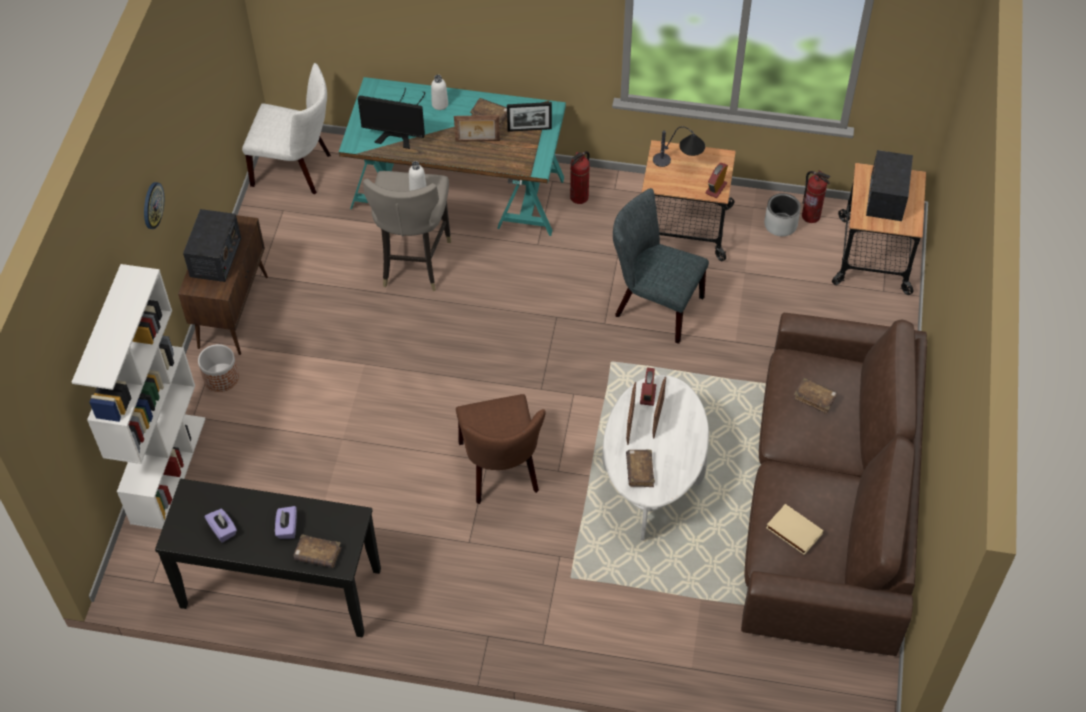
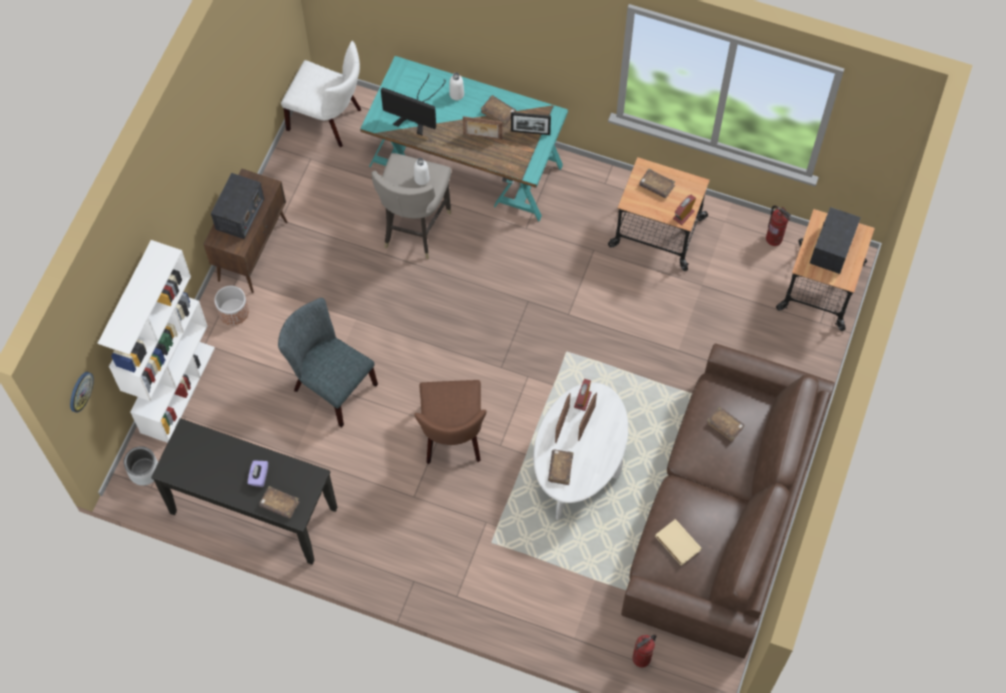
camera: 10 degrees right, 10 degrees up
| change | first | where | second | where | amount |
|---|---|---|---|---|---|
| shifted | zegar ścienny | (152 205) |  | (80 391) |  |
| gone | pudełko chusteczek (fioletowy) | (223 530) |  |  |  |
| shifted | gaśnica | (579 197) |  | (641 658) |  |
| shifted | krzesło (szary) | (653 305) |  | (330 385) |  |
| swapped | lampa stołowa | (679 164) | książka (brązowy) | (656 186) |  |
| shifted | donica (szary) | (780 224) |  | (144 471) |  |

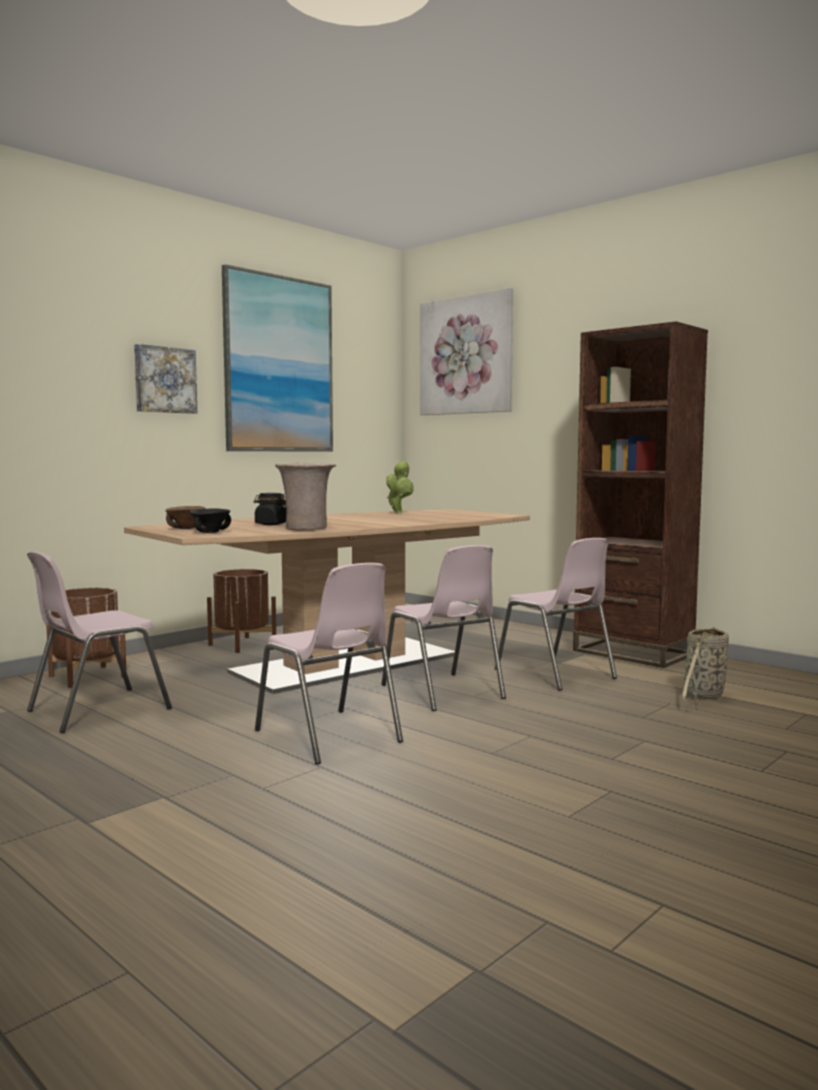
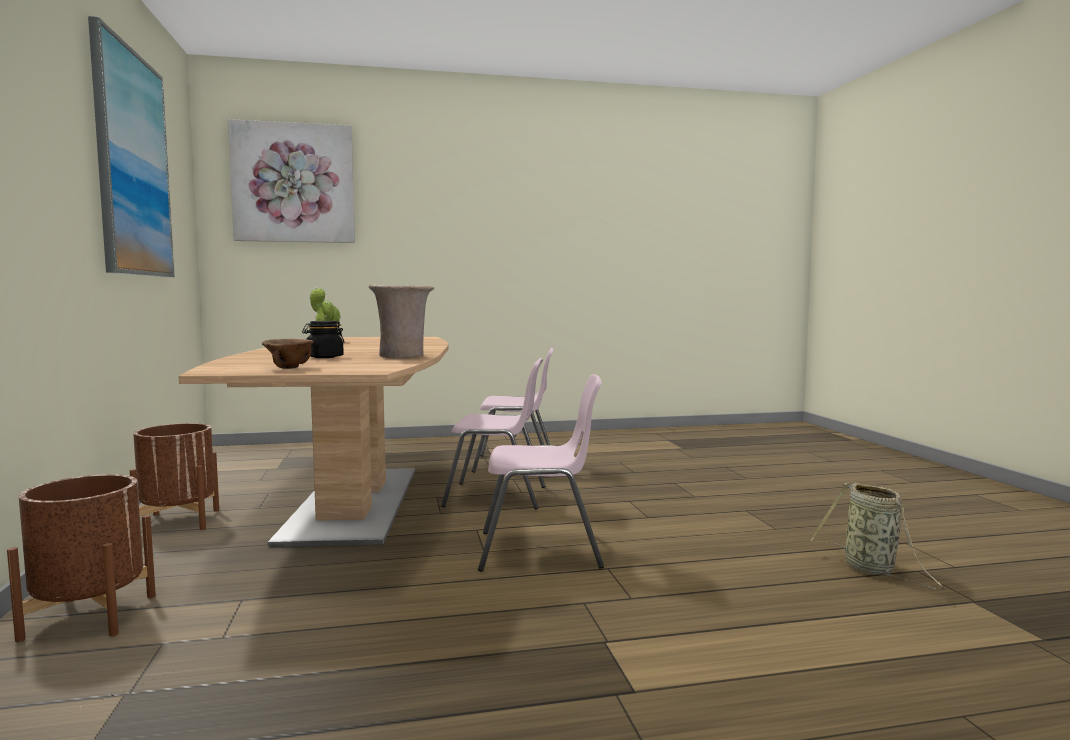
camera: 55 degrees left, 0 degrees up
| change | first | where | second | where | amount |
|---|---|---|---|---|---|
| gone | krzesło (różowy) | (96 710) |  |  |  |
| gone | obraz | (164 380) |  |  |  |
| gone | miska (czarny) | (211 532) |  |  |  |
| gone | regał (brązowy) | (633 653) |  |  |  |
| shifted | koszyk | (703 696) |  | (872 570) |  |

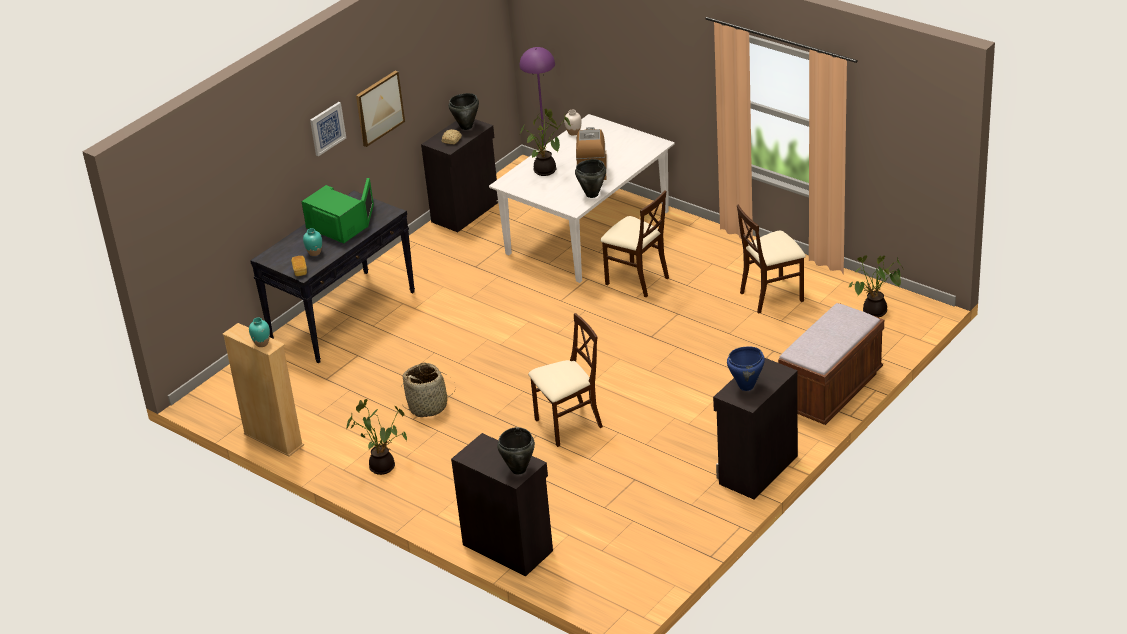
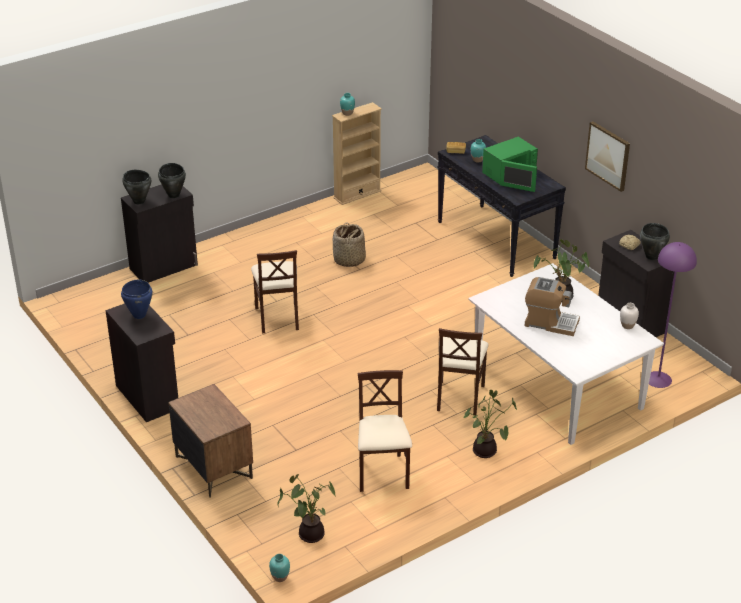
camera: 105 degrees right, 0 degrees up
| change | first | where | second | where | amount |
|---|---|---|---|---|---|
| gone | obraz | (327 128) |  |  |  |
| shifted | roślina doniczkowa | (383 466) |  | (486 452) |  |
| shifted | garnek (czarny) | (591 194) |  | (174 195) |  |
| rotated | krzesło (beżowy) | (637 280) |  | (459 397) | 45 degrees counterclockwise |
| swapped | ławka (brązowy) | (831 391) | szafka nocna (brązowy) | (213 467) |  |
| new |  |  | wazon (turkusowy) | (280 577) |  |

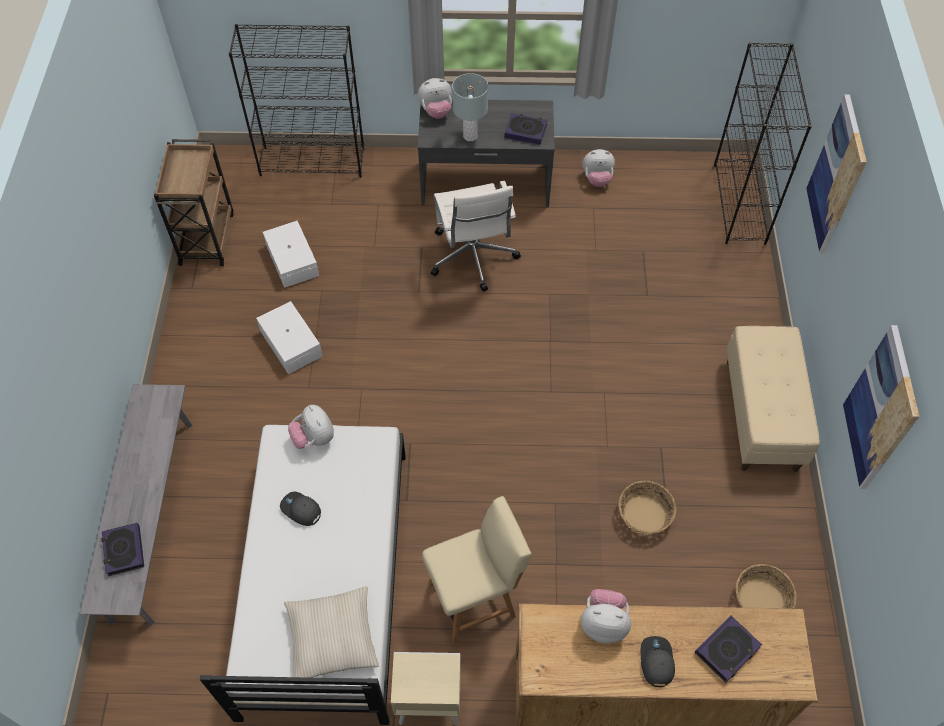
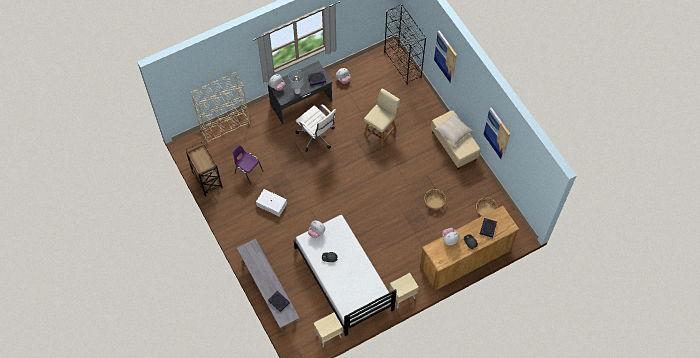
camera: 30 degrees left, 5 degrees up
| change | first | where | second | where | amount |
|---|---|---|---|---|---|
| repainted | regał (czarny) | (313 162) | regał (beżowy) | (225 126) |  |
| swapped | pojemnik do przechowywania (biały) | (293 259) | krzesło (fioletowy) | (248 171) |  |
| shifted | poduszka (beżowy) | (332 638) |  | (453 131) |  |
| shifted | krzesło (beżowy) | (475 598) |  | (380 131) |  |
| new |  |  | szafka nocna (beżowy) | (328 336) |  |

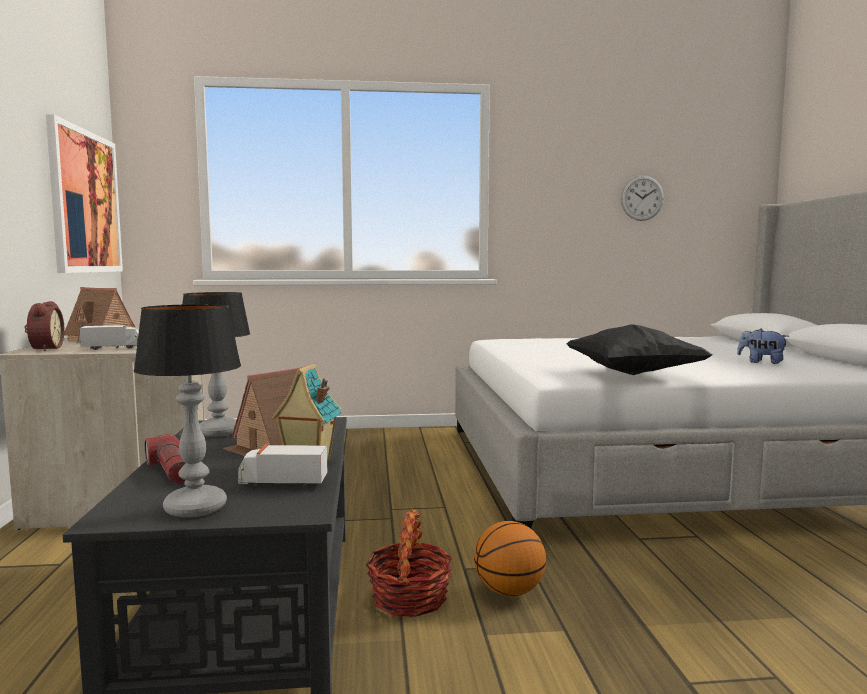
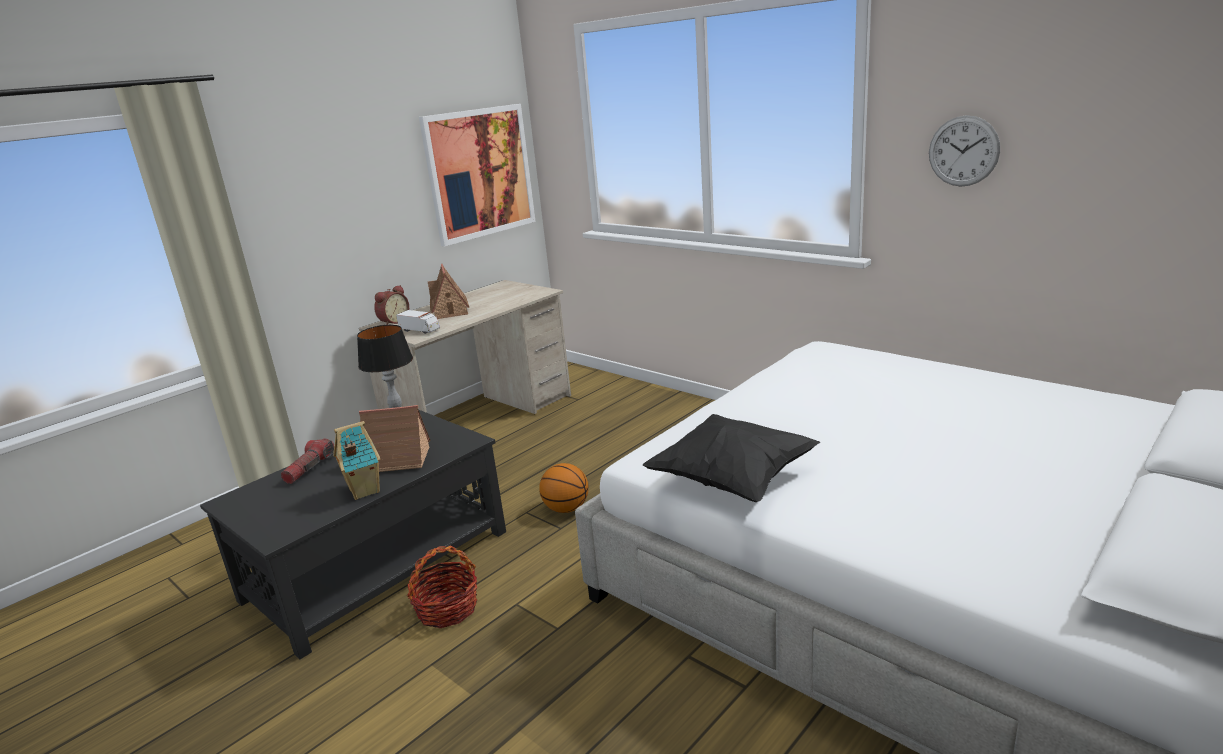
camera: 50 degrees right, 15 degrees up
| change | first | where | second | where | amount |
|---|---|---|---|---|---|
| gone | lampa stołowa | (194 508) |  |  |  |
| gone | ciężarówka zabawkowa | (282 483) |  |  |  |
| shifted | piłka do koszykówki | (508 591) |  | (566 508) |  |
| shifted | zegar ścienny | (642 198) |  | (963 151) |  |
| gone | pluszak | (761 362) |  |  |  |

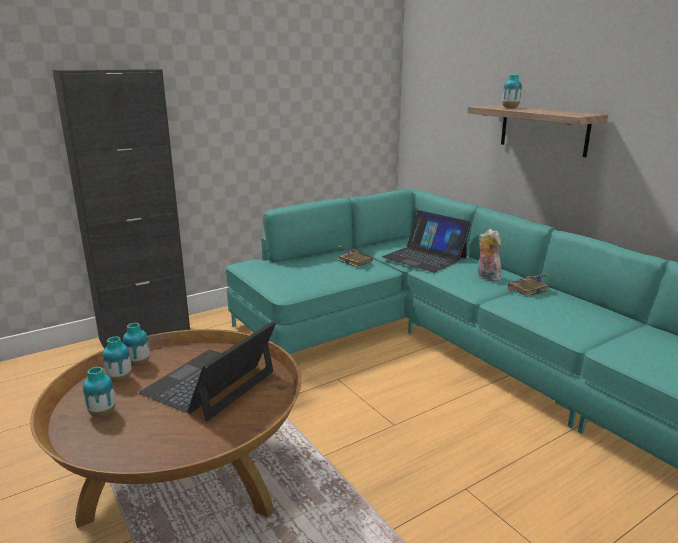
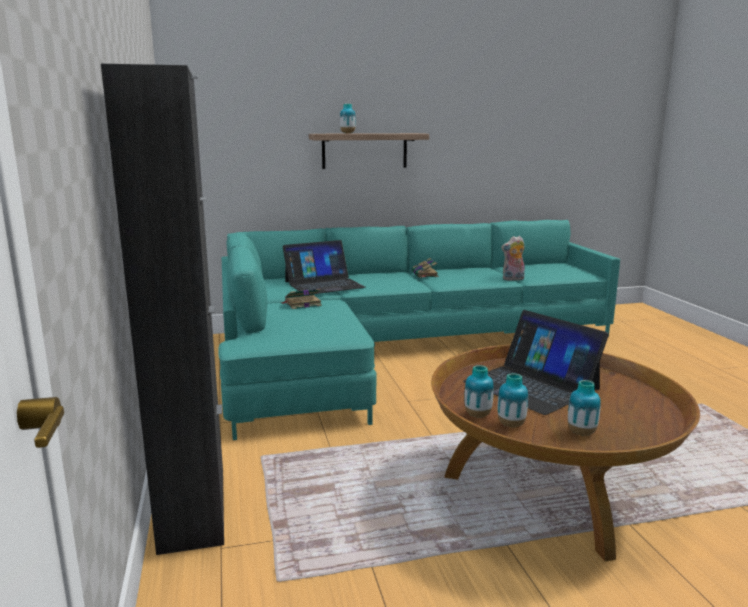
camera: 70 degrees left, 5 degrees down
| change | first | where | second | where | amount |
|---|---|---|---|---|---|
| shifted | pluszak | (486 277) |  | (513 279) |  |

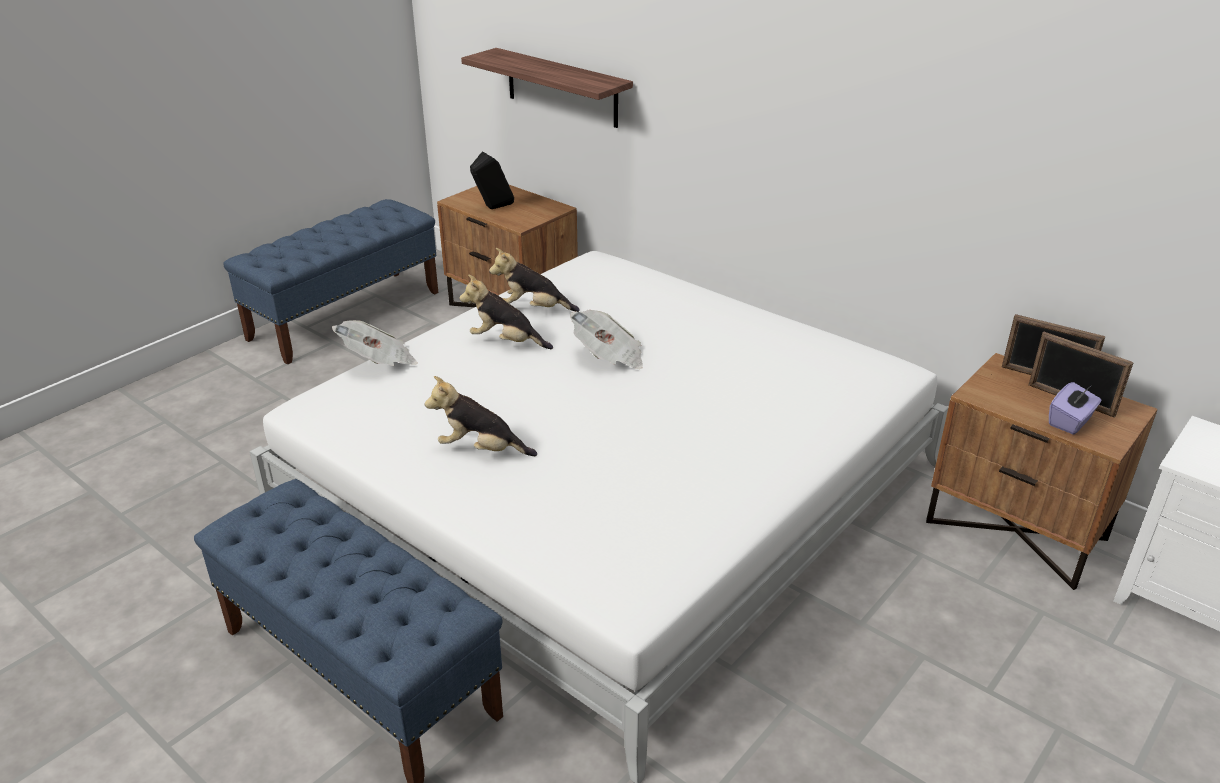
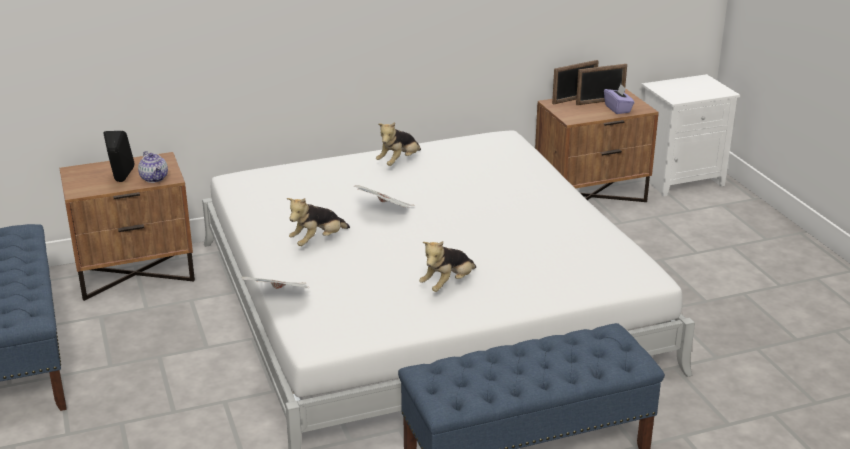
camera: 60 degrees left, 5 degrees down
| change | first | where | second | where | amount |
|---|---|---|---|---|---|
| gone | półka | (562 88) |  |  |  |
| shifted | pluszak | (533 309) |  | (399 162) |  |
| new |  |  | imbryk | (154 178) |  |

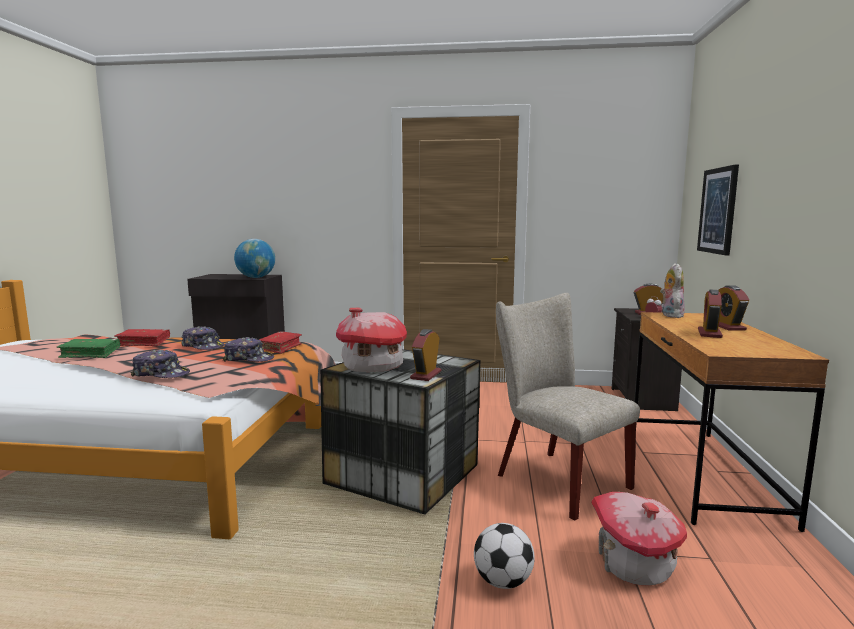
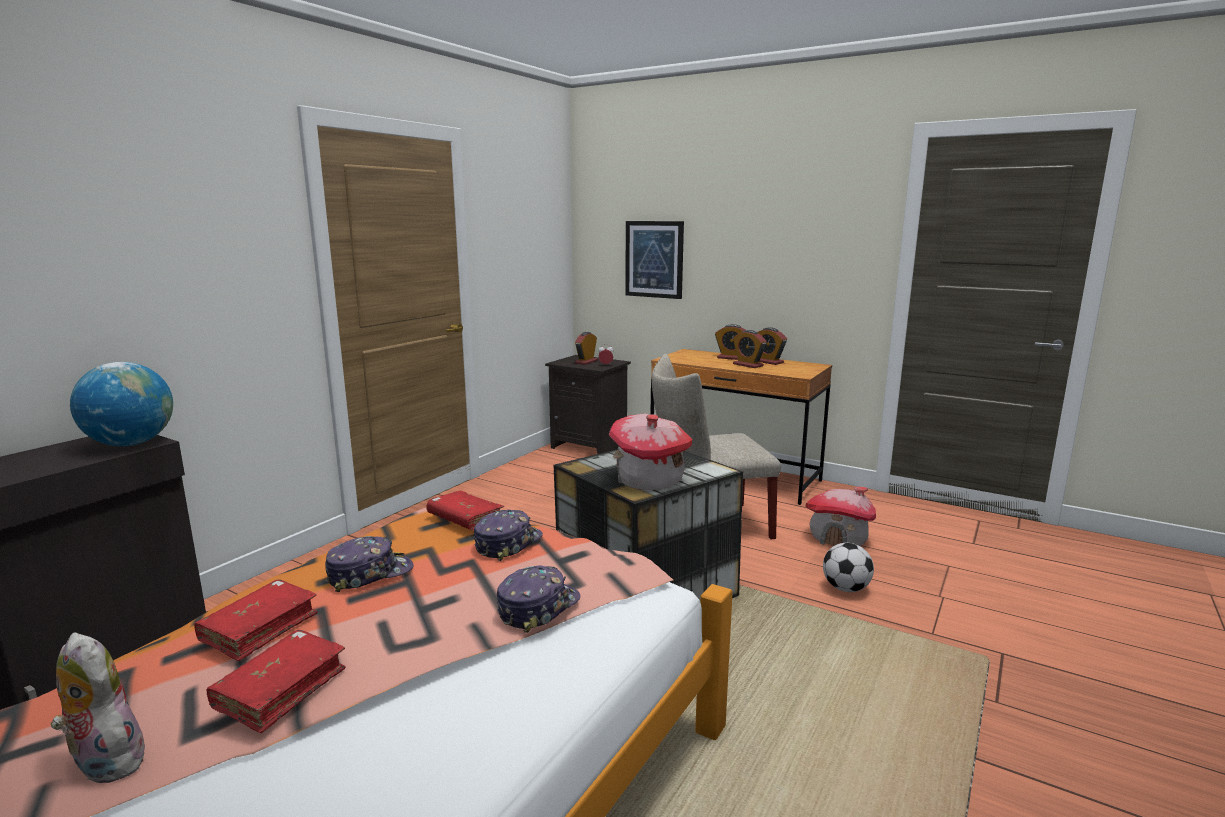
camera: 65 degrees left, 5 degrees up
| change | first | where | second | where | amount |
|---|---|---|---|---|---|
| repainted | książka (zielony) | (90 354) | książka (czerwony) | (281 690) |  |
| shifted | budzik | (426 375) |  | (768 362) |  |
| shifted | pluszak | (670 315) |  | (104 763) |  |

